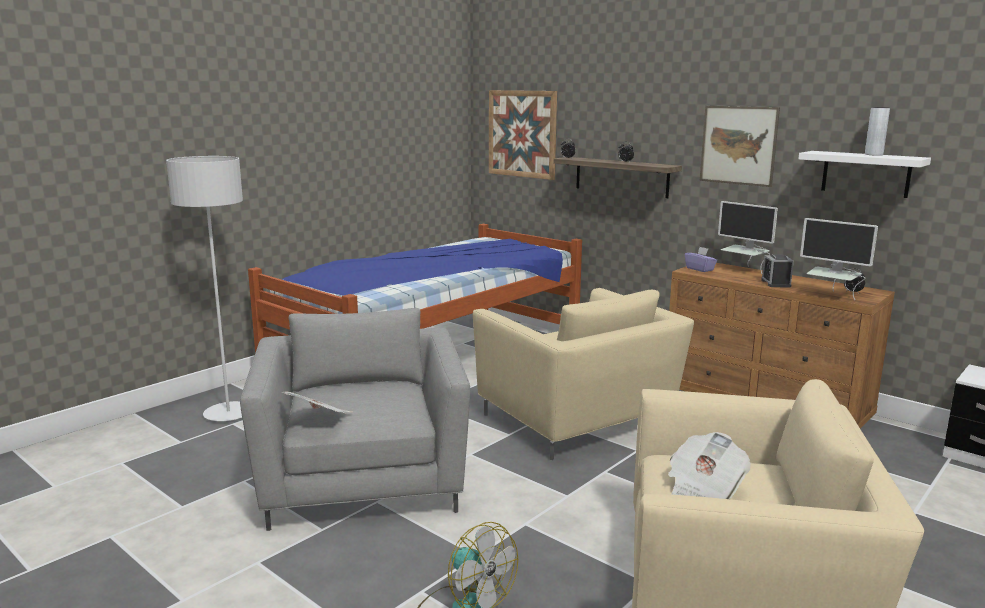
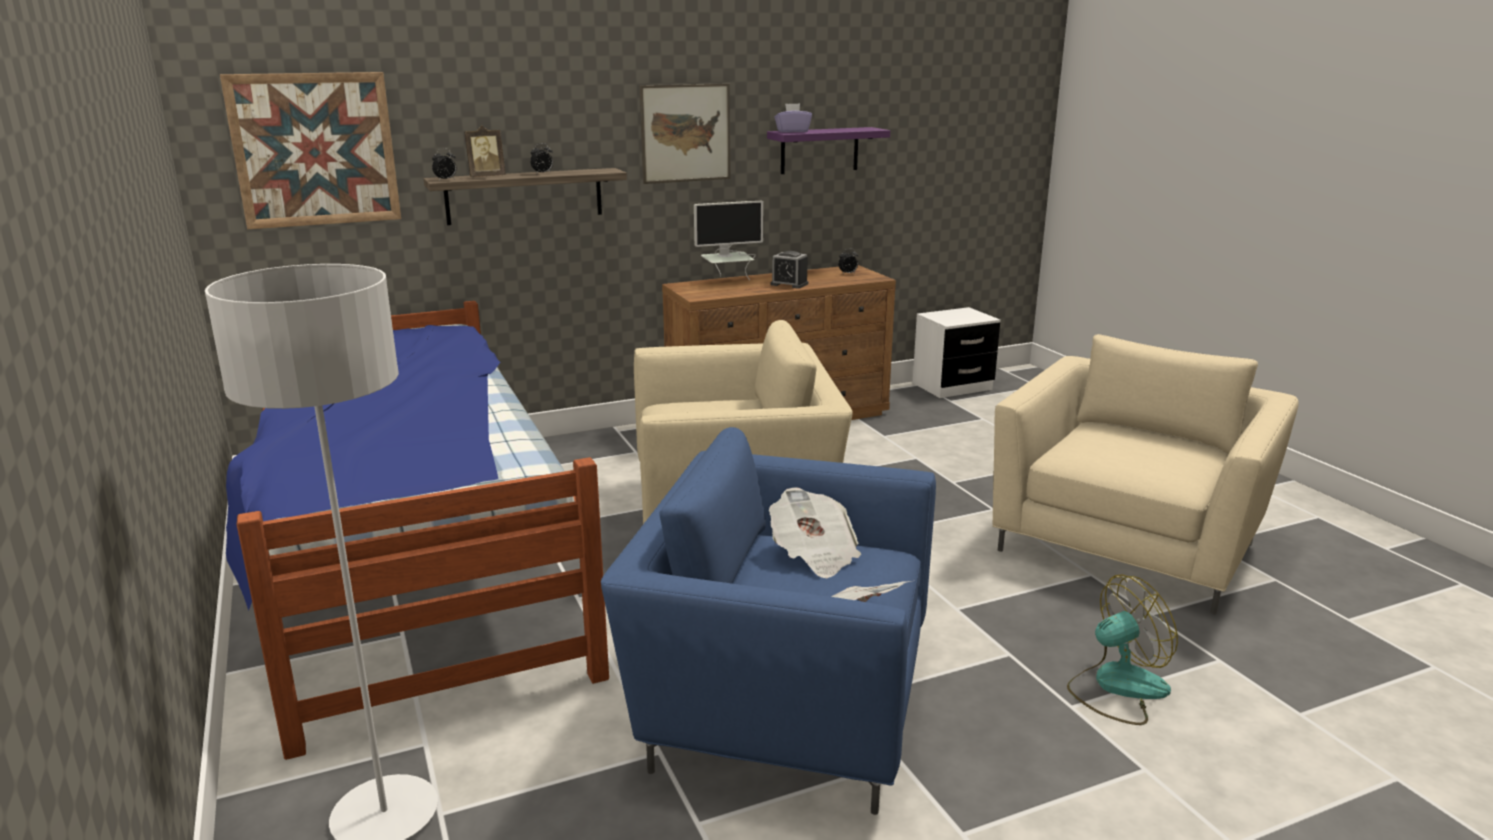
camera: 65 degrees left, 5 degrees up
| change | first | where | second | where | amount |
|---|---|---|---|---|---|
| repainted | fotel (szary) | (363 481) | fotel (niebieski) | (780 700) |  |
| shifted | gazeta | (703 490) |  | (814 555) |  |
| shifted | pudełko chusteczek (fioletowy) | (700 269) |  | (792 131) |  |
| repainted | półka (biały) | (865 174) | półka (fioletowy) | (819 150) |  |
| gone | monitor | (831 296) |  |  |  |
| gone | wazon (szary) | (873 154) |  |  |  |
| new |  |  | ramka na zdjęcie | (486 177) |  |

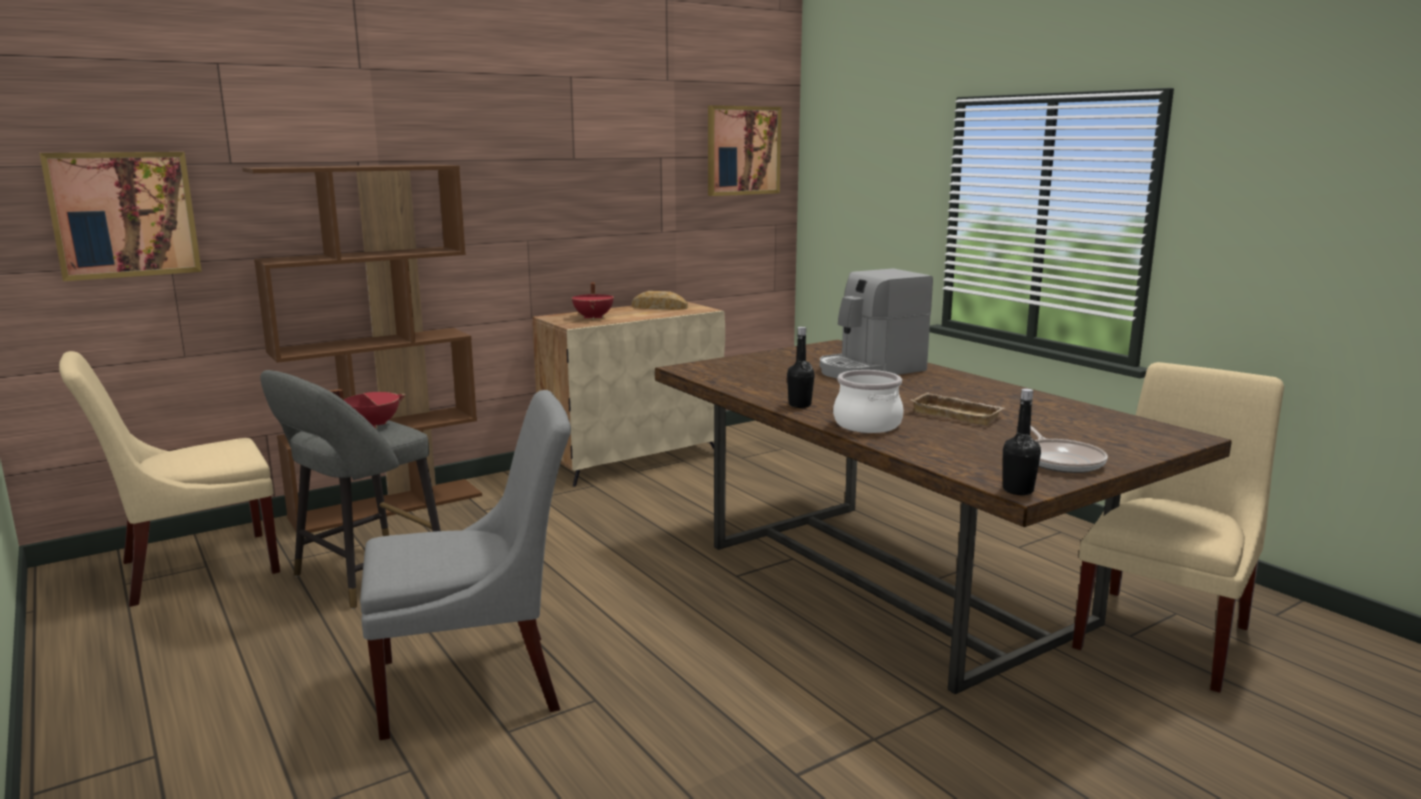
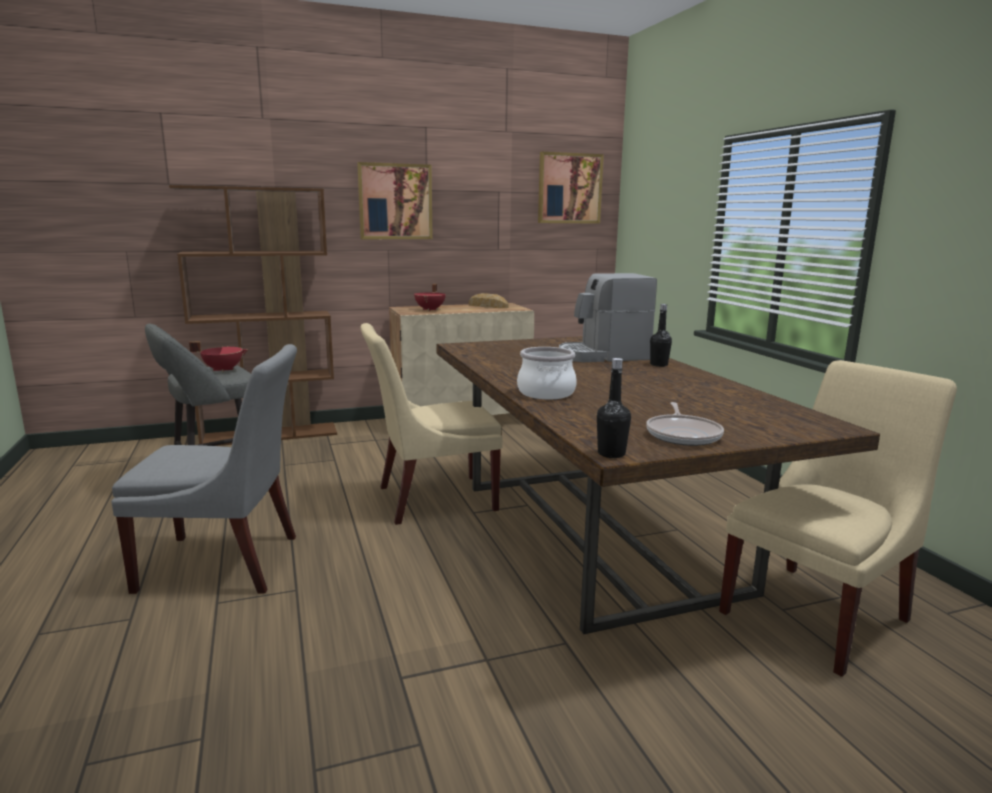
camera: 15 degrees right, 0 degrees up
| change | first | where | second | where | amount |
|---|---|---|---|---|---|
| shifted | obraz | (124 214) |  | (395 201) |  |
| shifted | krzesło (beżowy) | (191 568) |  | (430 499) |  |
| shifted | butelka (czarny) | (799 405) |  | (659 365) |  |
| gone | taca (beżowy) | (958 414) |  |  |  |

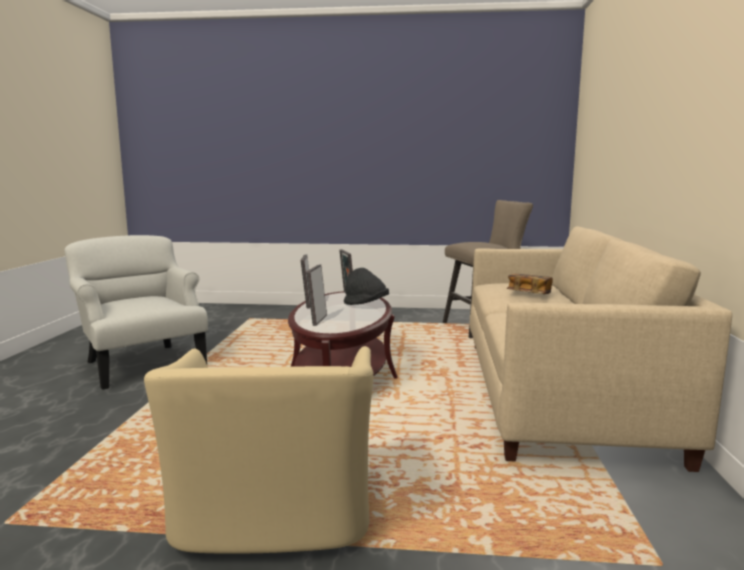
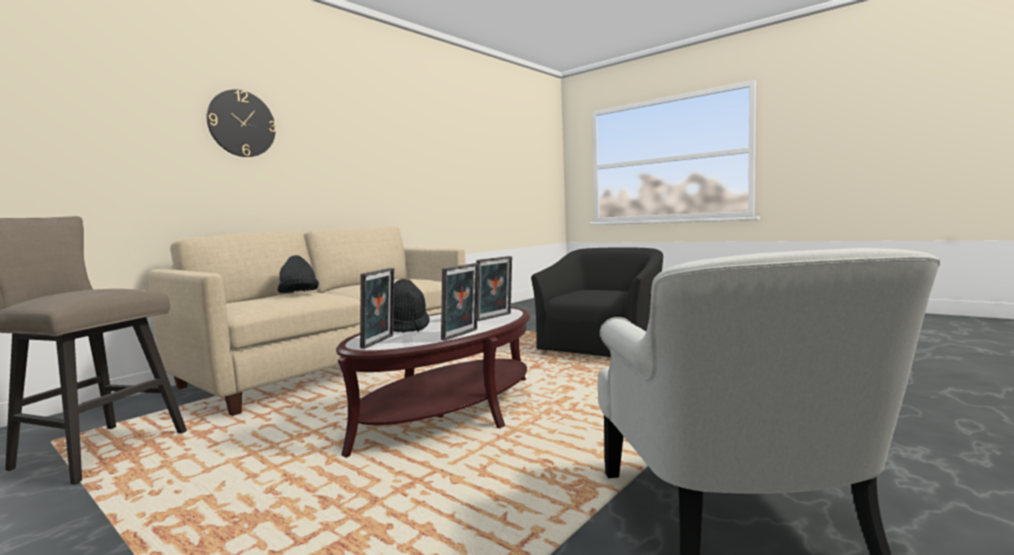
camera: 145 degrees left, 5 degrees down
| change | first | where | second | where | amount |
|---|---|---|---|---|---|
| repainted | fotel (beżowy) | (275 511) | fotel (czarny) | (602 349) |  |
| swapped | książka | (529 294) | kapelusz (czarny) | (299 294) |  |
| new |  |  | zegar ścienny | (242 124) |  |

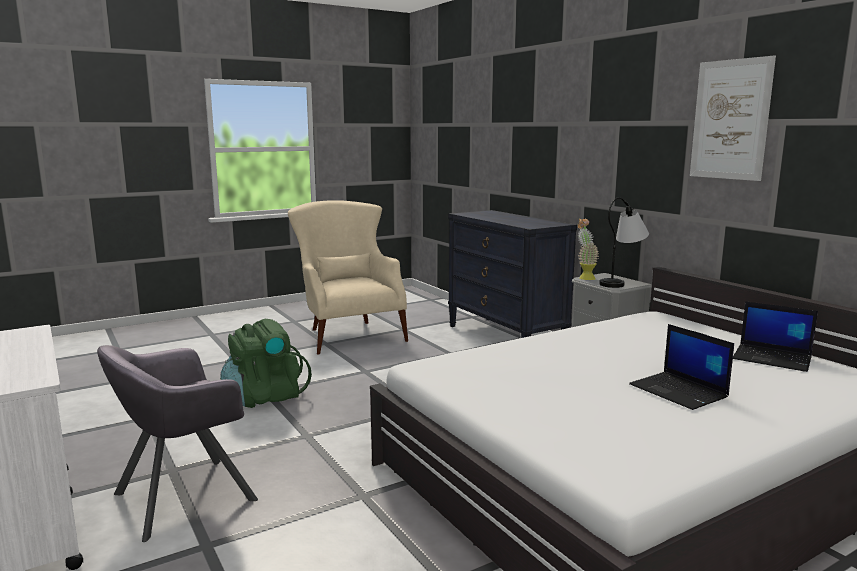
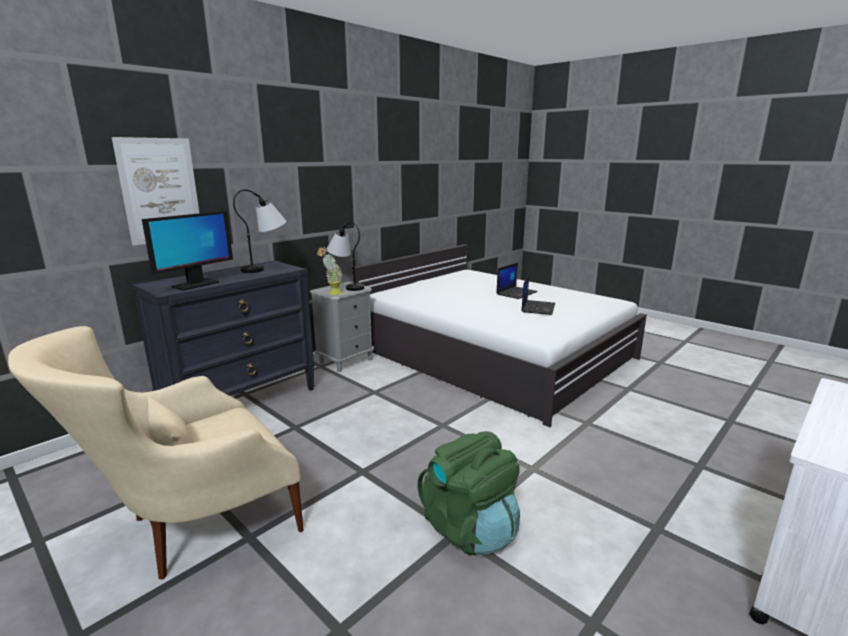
camera: 105 degrees left, 5 degrees up
| change | first | where | second | where | amount |
|---|---|---|---|---|---|
| gone | fotel (szary) | (183 497) |  |  |  |
| shifted | obraz | (730 120) |  | (160 191) |  |
| shifted | laptop | (773 358) |  | (537 307) |  |
| new |  |  | monitor | (195 285) |  |
| new |  |  | lampa stołowa | (267 268) |  |

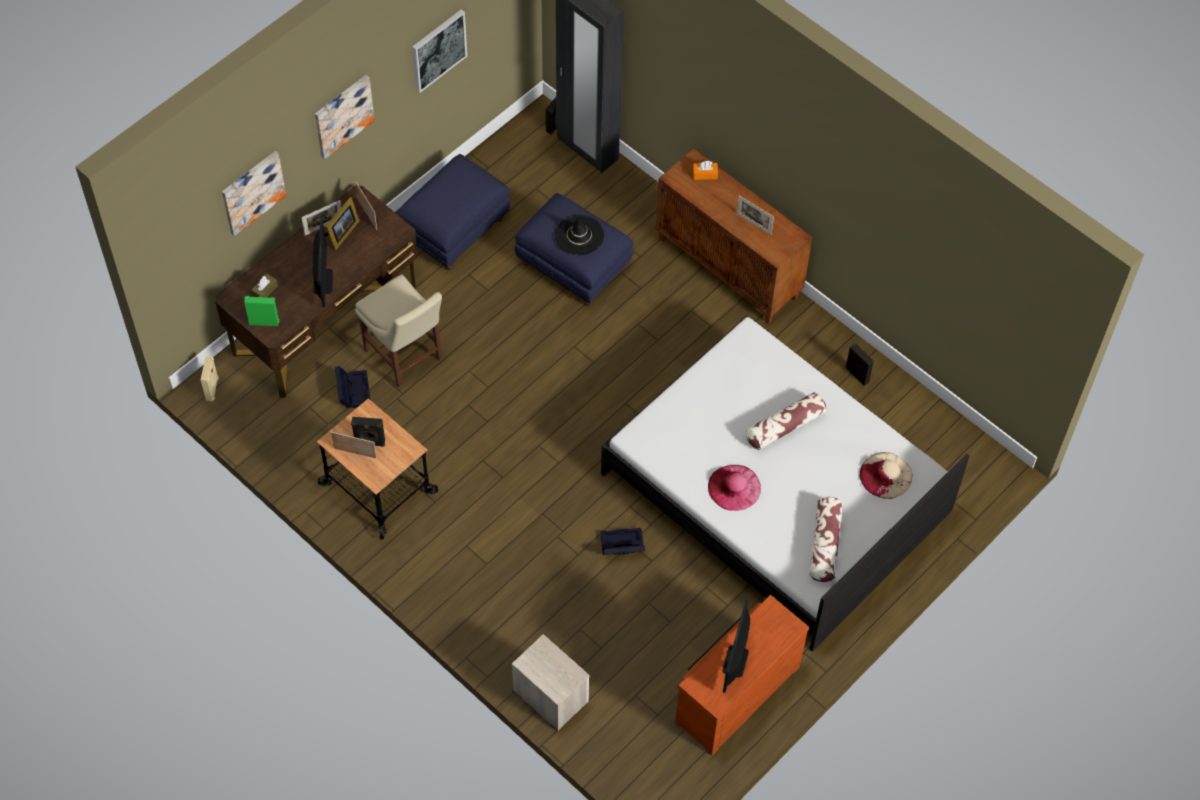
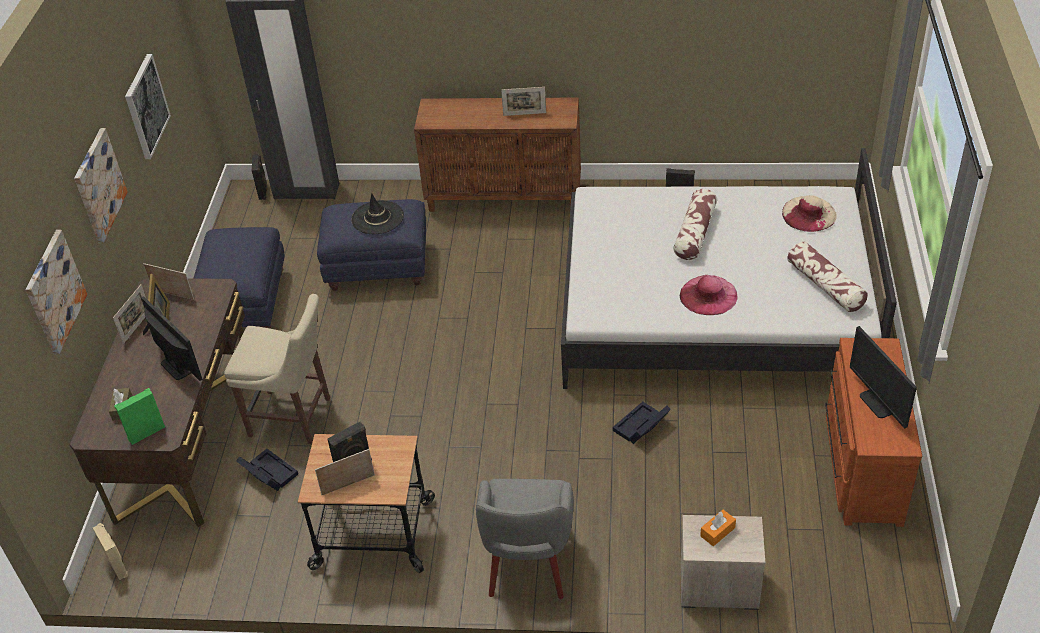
camera: 35 degrees left, 15 degrees down
| change | first | where | second | where | amount |
|---|---|---|---|---|---|
| shifted | pudełko chusteczek (pomarańczowy) | (705 174) |  | (717 532) |  |
| new |  |  | fotel (szary) | (528 562) |  |

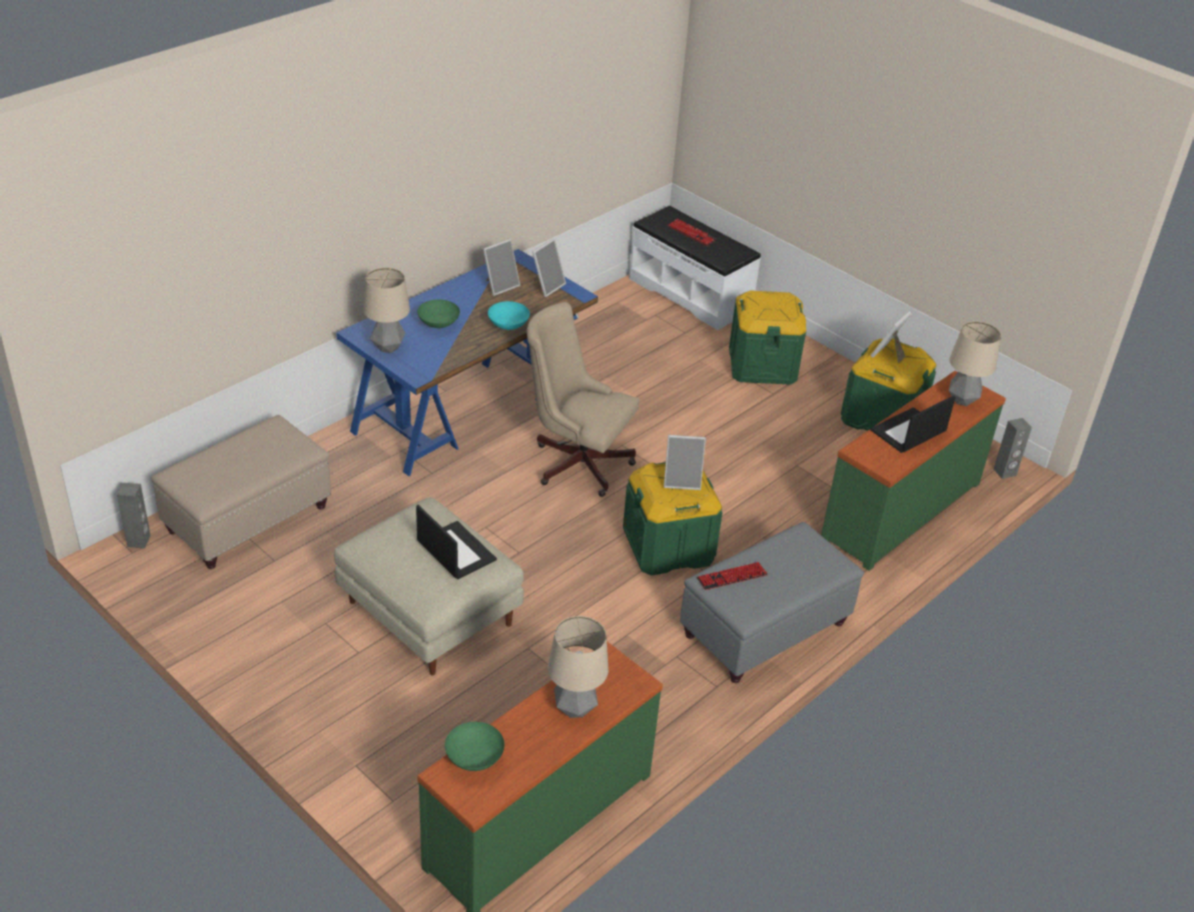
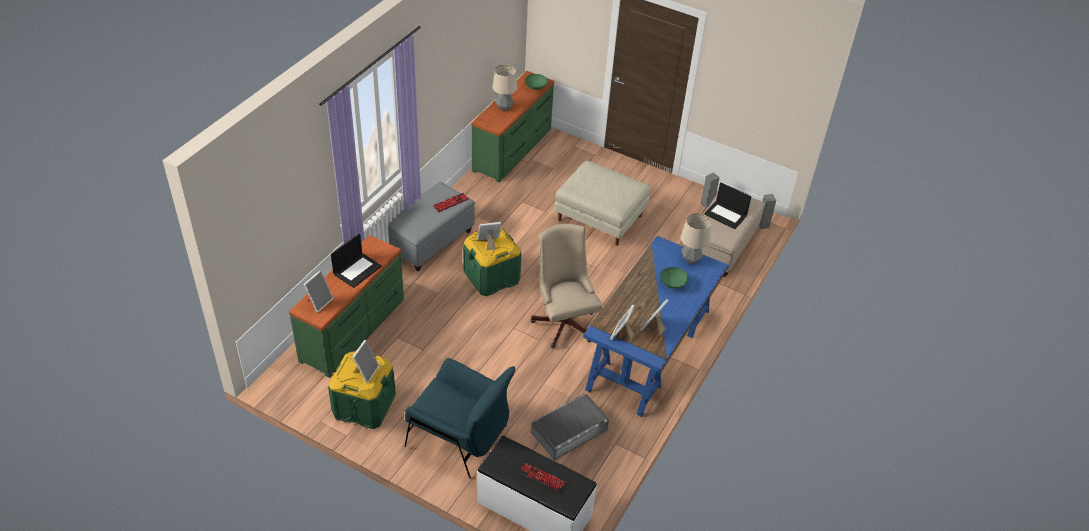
camera: 165 degrees right, 5 degrees up
| change | first | where | second | where | amount |
|---|---|---|---|---|---|
| shifted | laptop | (455 551) |  | (726 215) |  |
| gone | miska (turkusowy) | (509 326) |  |  |  |
| rotated | krzesło biurowe (beżowy) | (576 461) |  | (563 321) | 120 degrees counterclockwise |
| swapped | pojemnik do przechowywania (zielony) | (762 365) | fotel (niebieski) | (459 438) |  |
| swapped | lampa stołowa | (962 400) | ramka na zdjęcie | (319 302) |  |
| shifted | głośnik (szary) | (1005 472) |  | (706 204) |  |
| new |  |  | pojemnik do przechowywania (szary) | (569 431) |  |

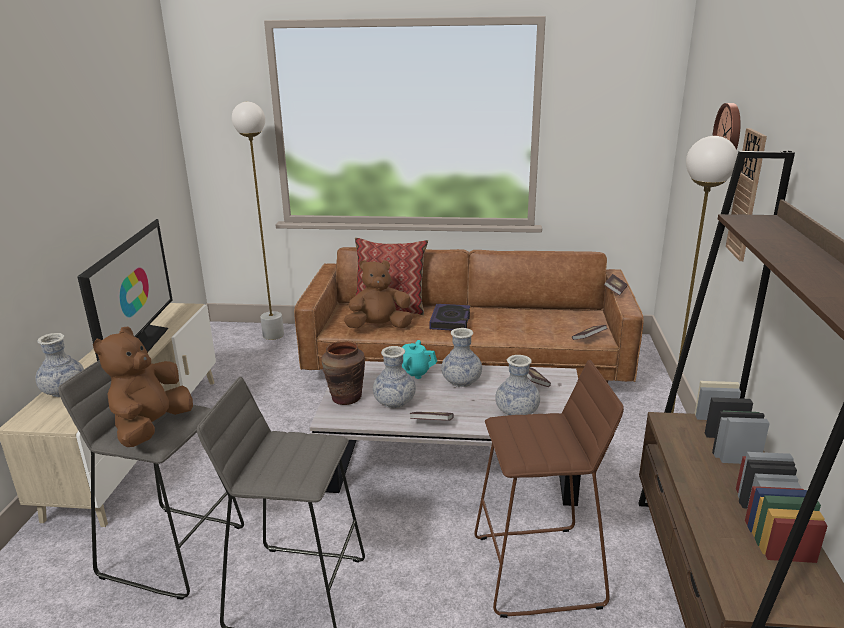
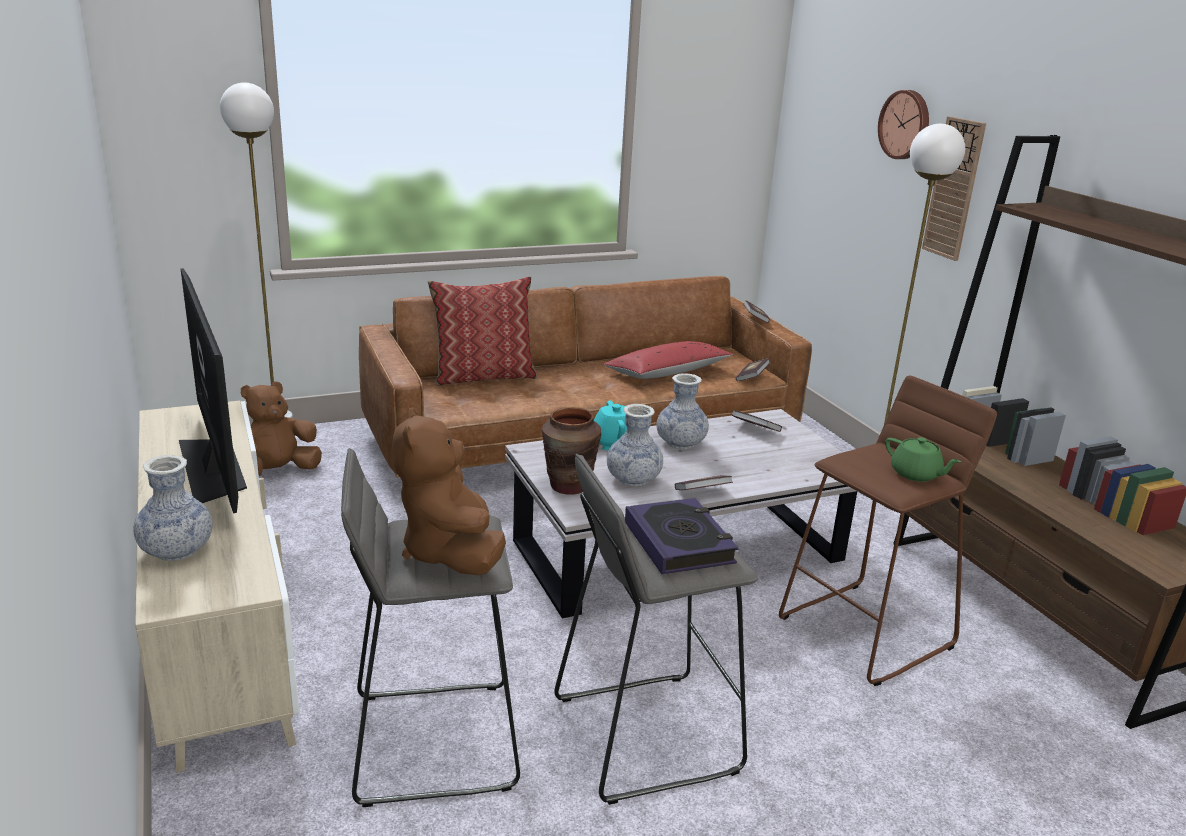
camera: 30 degrees left, 0 degrees up
| change | first | where | second | where | amount |
|---|---|---|---|---|---|
| shifted | pluszak (brązowy) | (379 327) |  | (277 473) |  |
| shifted | książka | (450 321) |  | (679 543) |  |
| gone | wazon | (516 412) |  |  |  |
| new |  |  | poduszka (czerwony) | (667 373) |  |
| new |  |  | imbryk (zielony) | (916 474) |  |

